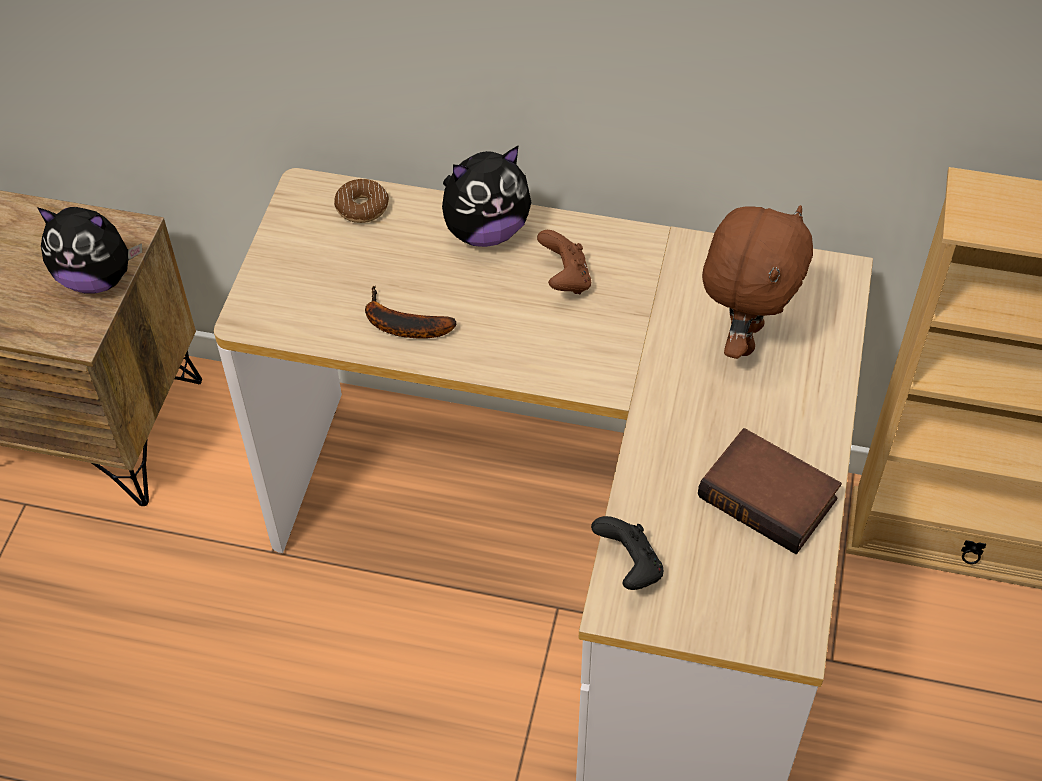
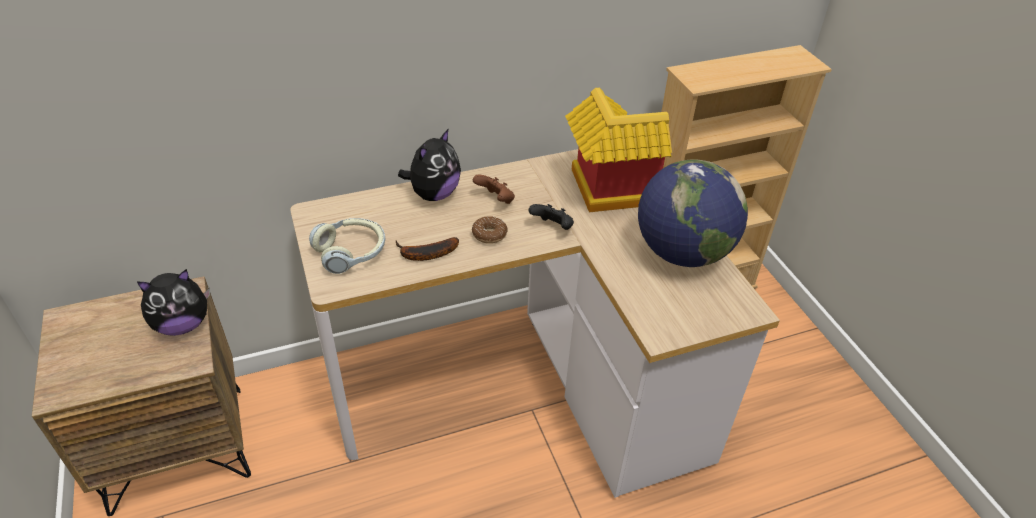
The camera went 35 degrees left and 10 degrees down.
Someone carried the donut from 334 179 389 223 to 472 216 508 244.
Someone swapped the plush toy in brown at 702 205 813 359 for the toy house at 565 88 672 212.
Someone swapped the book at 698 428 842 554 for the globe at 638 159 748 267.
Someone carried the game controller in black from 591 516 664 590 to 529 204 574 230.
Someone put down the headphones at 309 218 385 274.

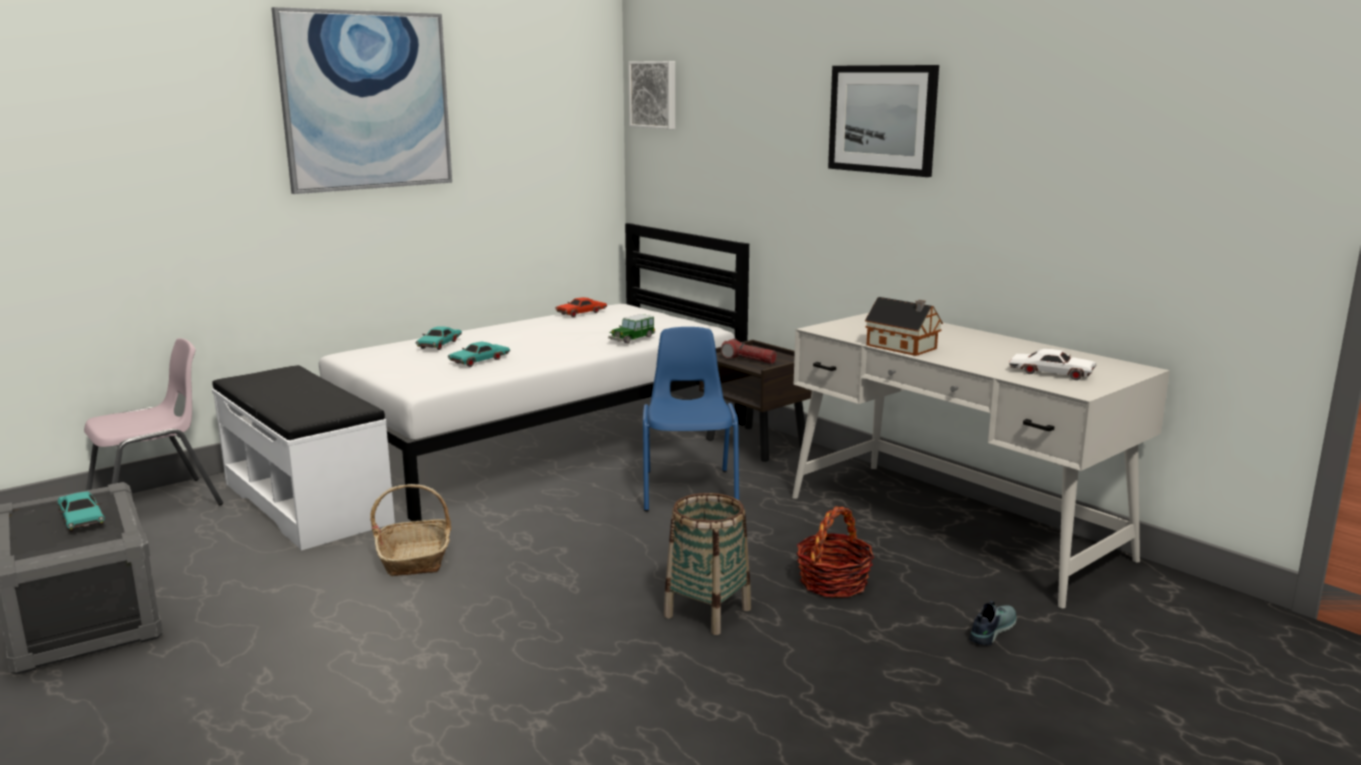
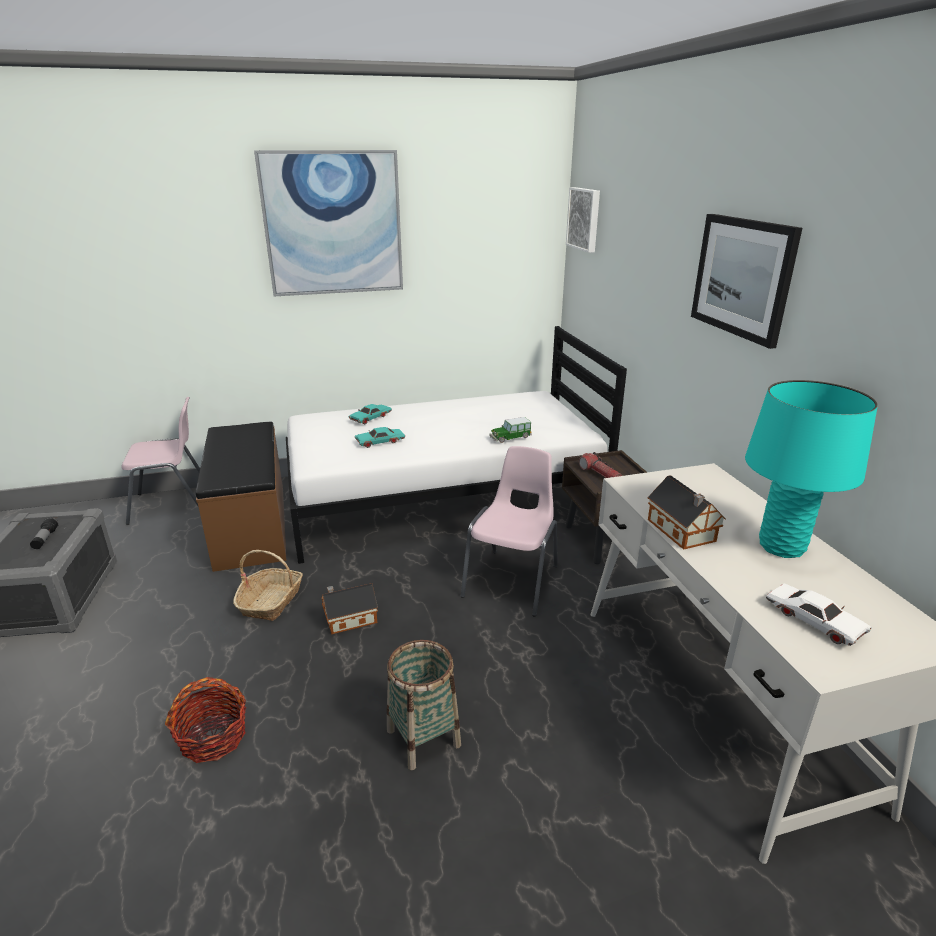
The camera went 25 degrees right and 10 degrees up.
Someone took away the toy car in red at 555 297 607 317.
Someone repainted the chair in blue at 643 327 739 511, which became the chair in pink at 461 446 558 616.
Someone repainted the bench in white at 212 365 395 551, which became the bench in brown at 195 422 286 572.
Someone swapped the toy car in turquoise at 57 492 105 532 for the flashlight at 30 518 59 549.
Someone carried the basket from 796 506 874 598 to 165 677 246 763.
Someone took away the shoe at 969 600 1017 645.
Someone put down the table lamp in turquoise at 745 380 878 558.
Someone put down the toy house at 321 583 378 634.

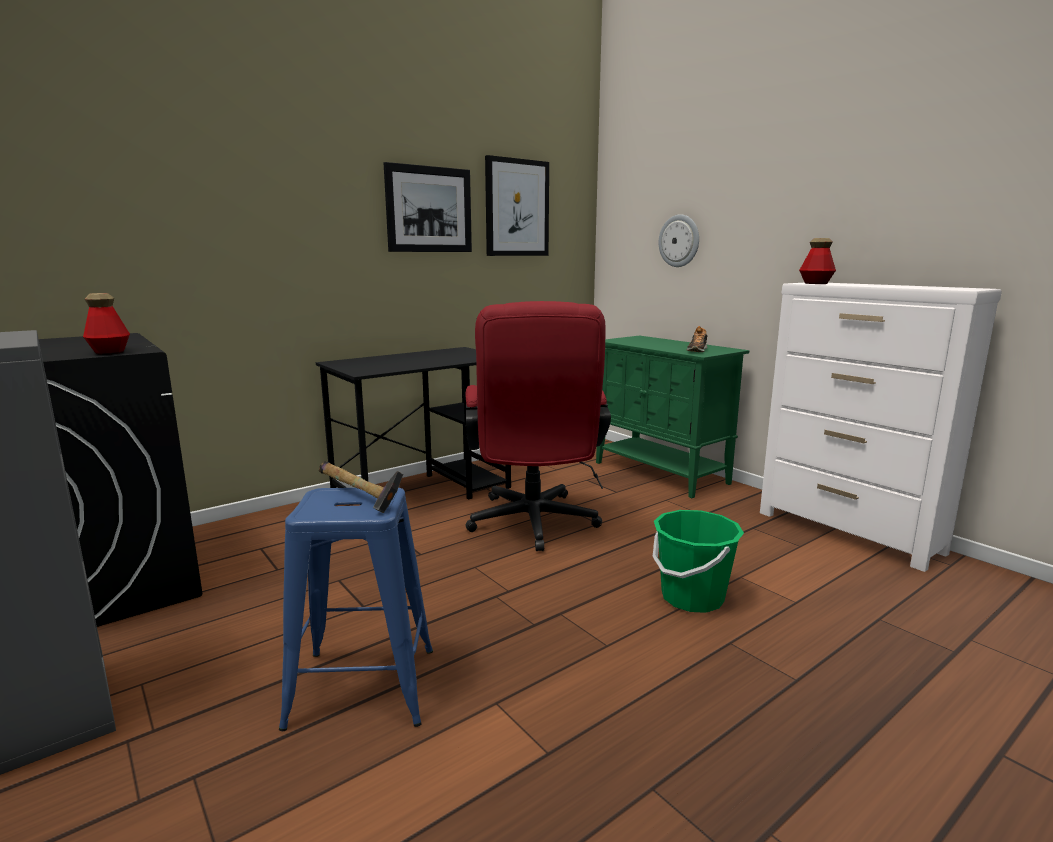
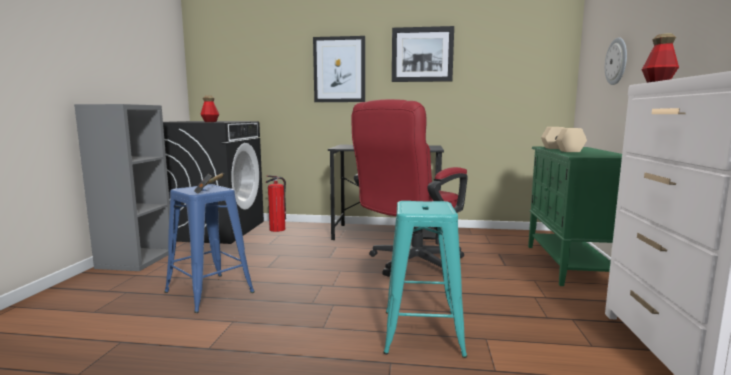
The camera went 45 degrees right and 5 degrees down.
Someone carried the picture from 485 155 549 256 to 313 36 365 102.
Someone took away the shoe at 687 326 707 352.
Someone swapped the bucket in green at 653 510 744 613 for the stool in turquoise at 383 201 467 358.
Someone put down the dumbbell in beige at 541 127 587 152.
Someone put down the fire extinguisher at 266 175 286 232.

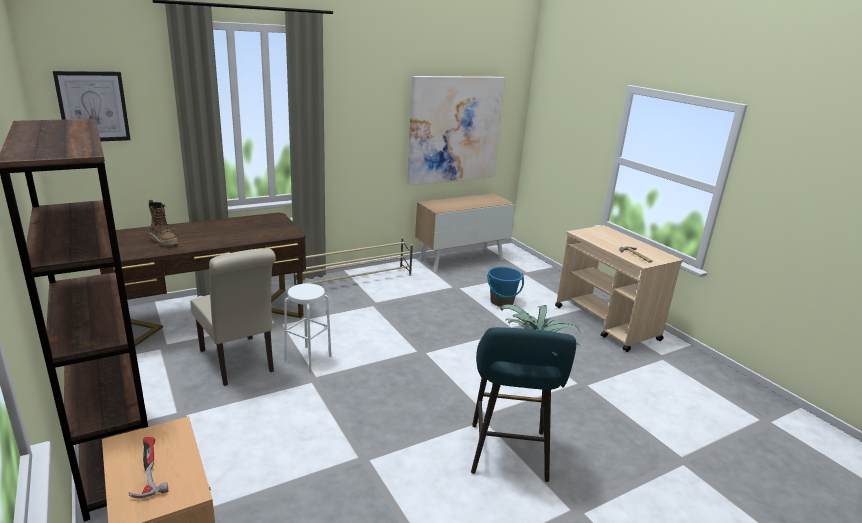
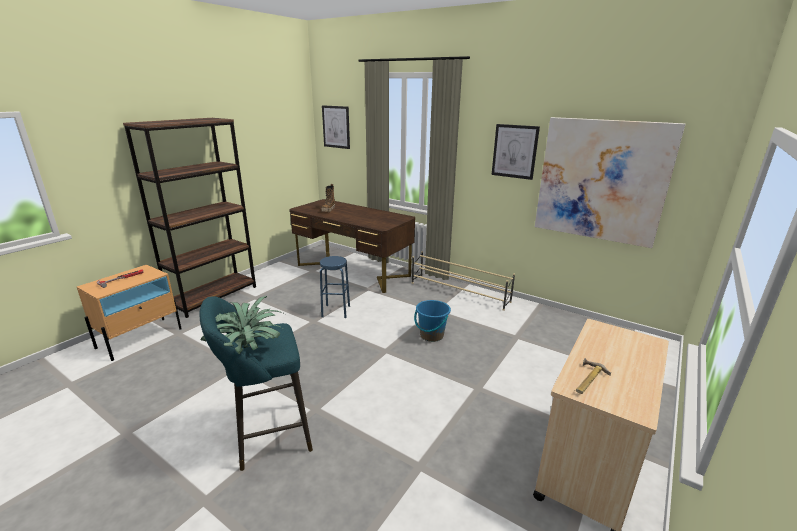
The camera went 65 degrees right and 0 degrees up.
Someone took away the cabinet at 415 193 515 272.
Someone took away the chair in beige at 190 248 276 386.
Someone carried the bucket in blue from 487 267 524 307 to 414 300 451 342.
Someone repainted the stool in white at 284 283 332 372, which became the stool in blue at 320 256 350 318.
Someone put up the picture at 492 124 540 180.

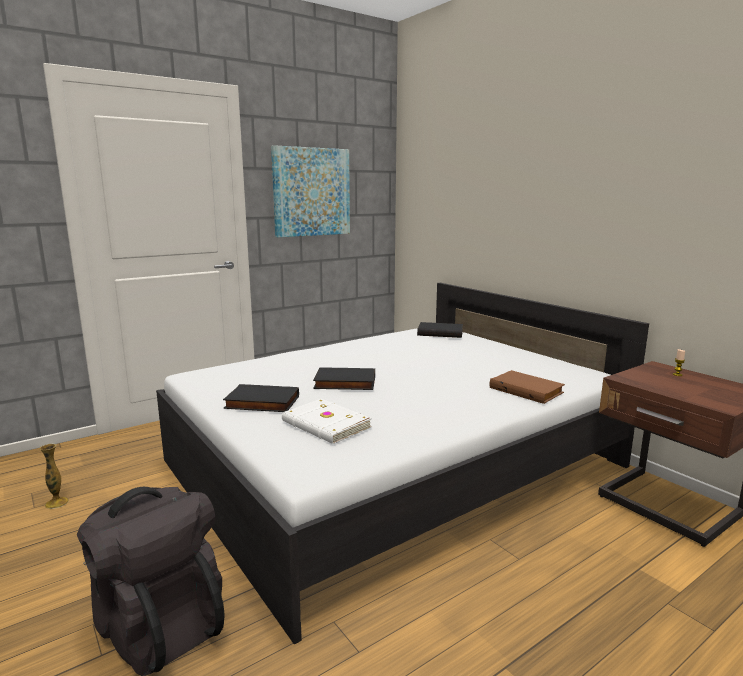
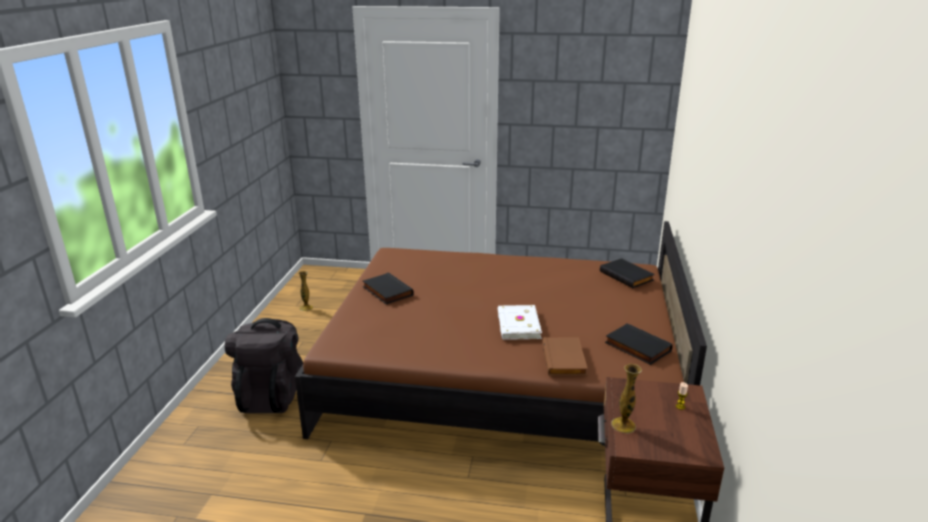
The camera went 45 degrees right and 10 degrees up.
Someone took away the picture at 271 145 350 237.
Someone repainted the bed in white at 156 283 649 645, which became the bed in brown at 295 221 707 442.
Someone carried the book in black from 313 367 375 390 to 605 323 673 365.
Someone carried the book in white from 282 399 372 444 to 498 305 542 340.
Someone put down the vase at 611 364 642 433.

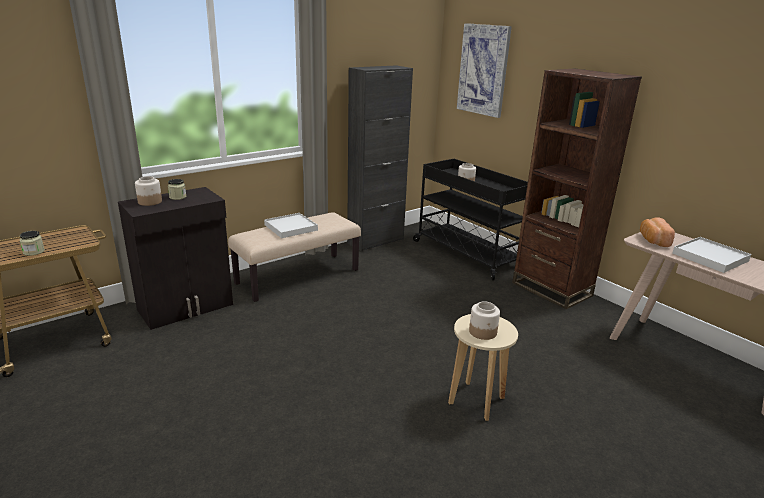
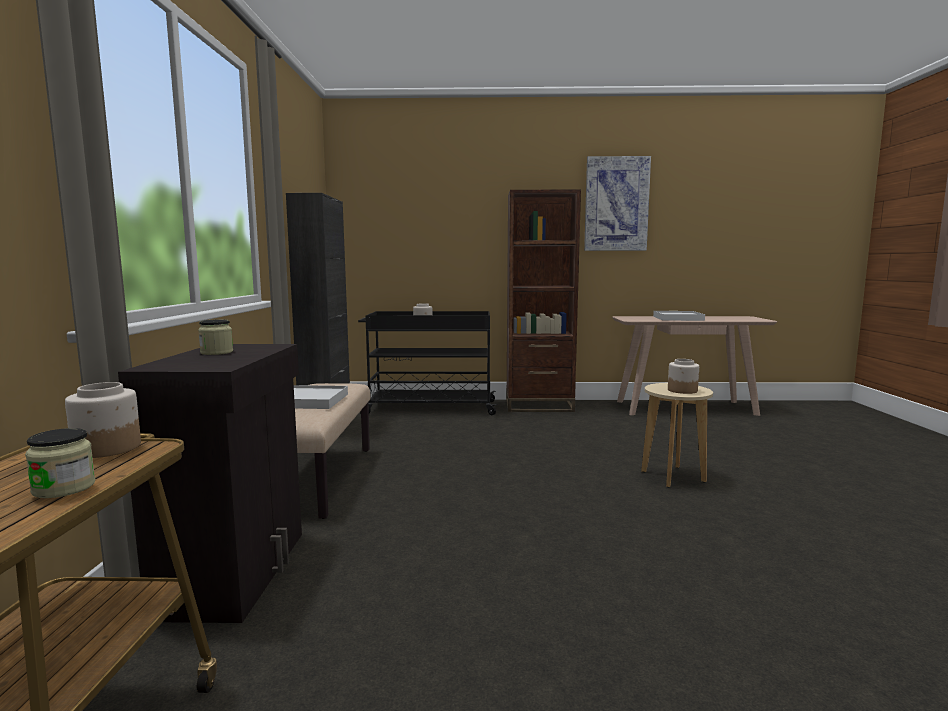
The camera went 50 degrees left and 15 degrees down.
Someone carried the picture from 457 23 512 118 to 584 156 651 251.
Someone carried the jar from 135 176 162 206 to 65 382 141 458.
Someone took away the bread at 640 217 675 247.

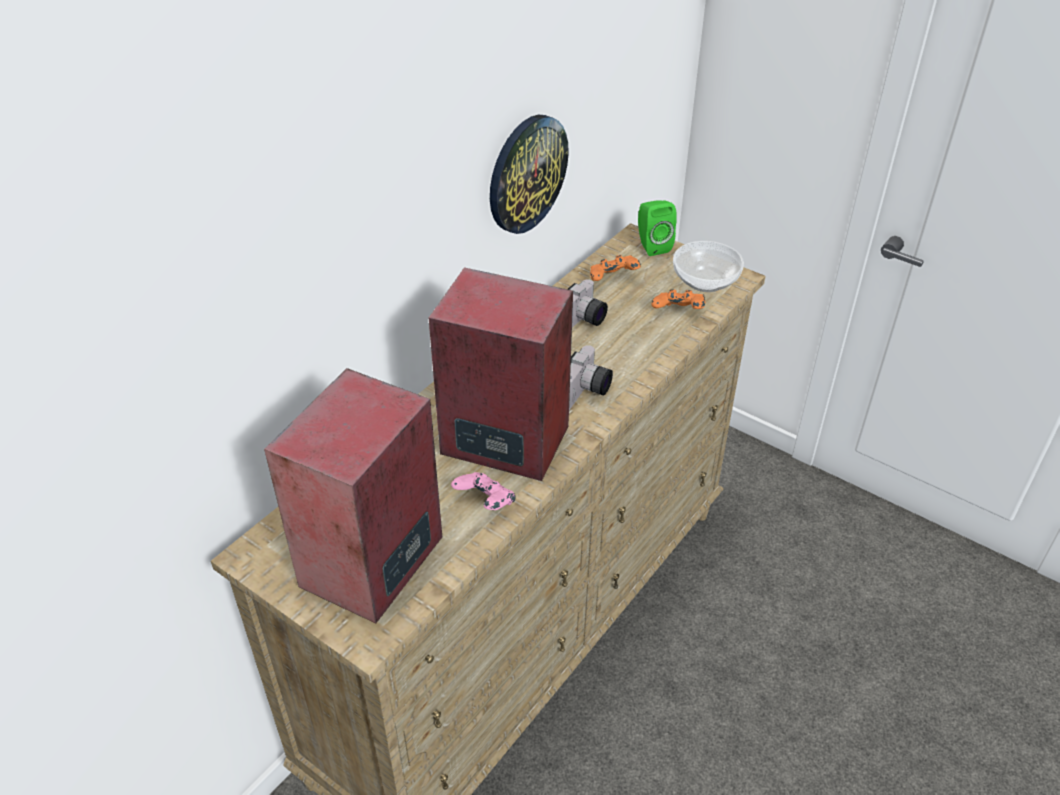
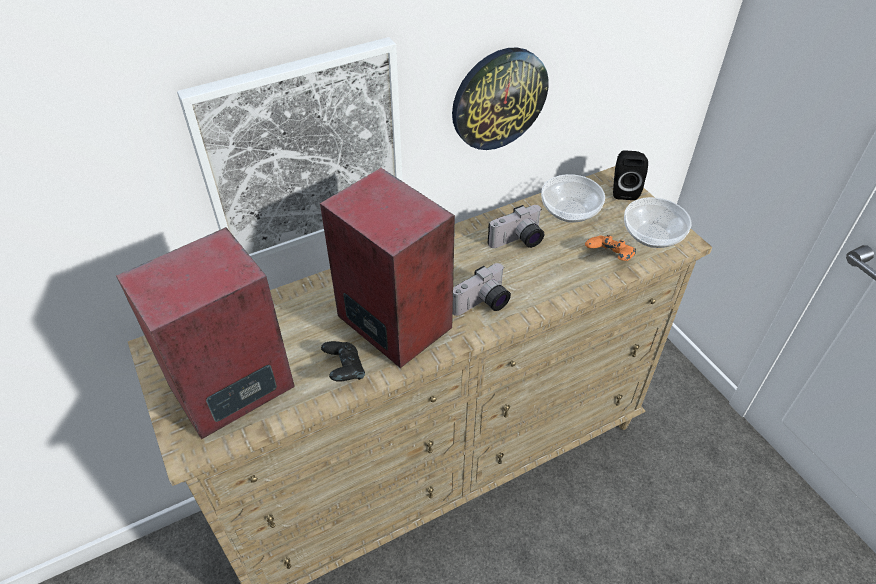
The camera went 25 degrees right and 5 degrees up.
Someone repainted the speaker in green at 638 200 677 256, which became the speaker in black at 613 151 648 200.
Someone swapped the game controller in orange at 590 255 641 281 for the bowl at 541 174 605 223.
Someone repainted the game controller in pink at 451 472 516 510, which became the game controller in black at 321 341 365 382.
Someone put up the picture at 177 37 403 260.

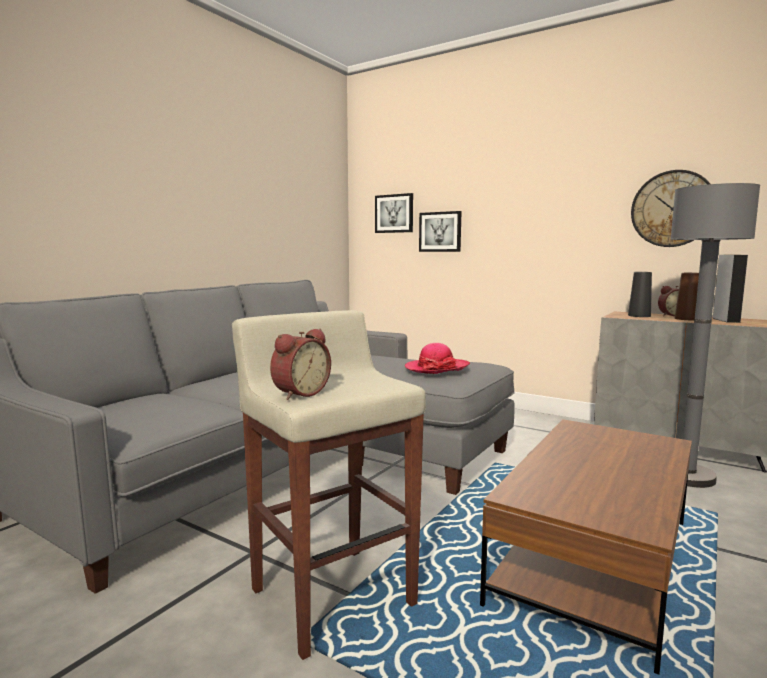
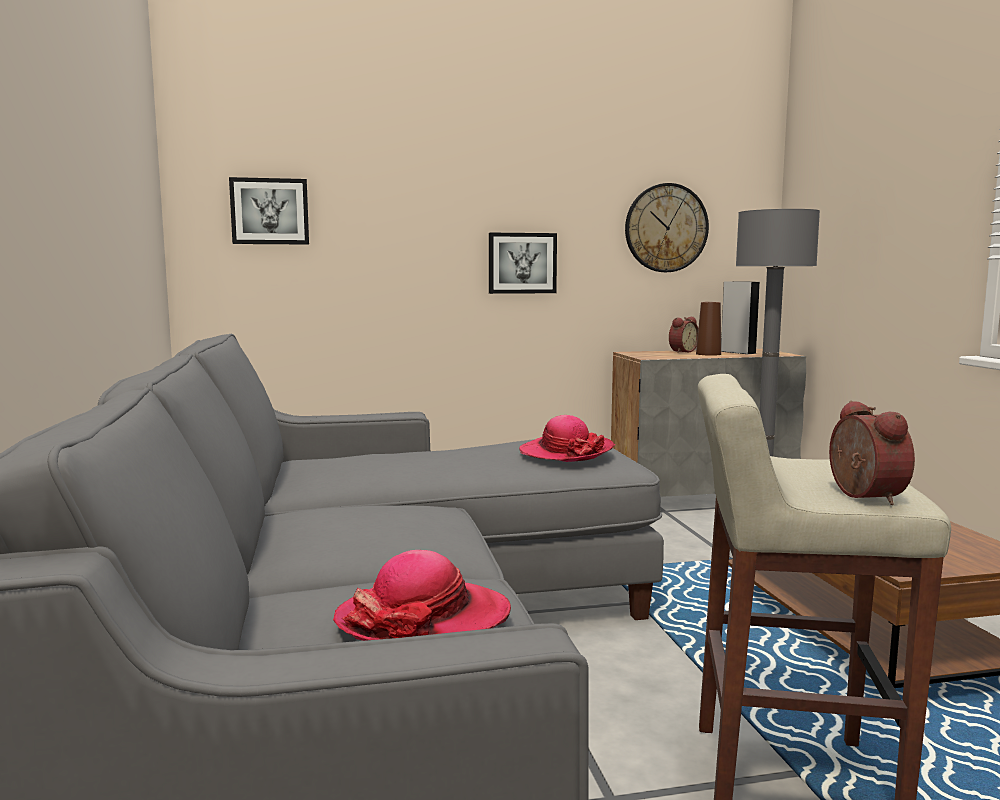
The camera went 45 degrees left and 0 degrees up.
Someone carried the picture from 419 211 462 252 to 489 233 557 294.
Someone took away the vase in black at 628 272 652 317.
Someone put down the hat at 333 550 511 641.

